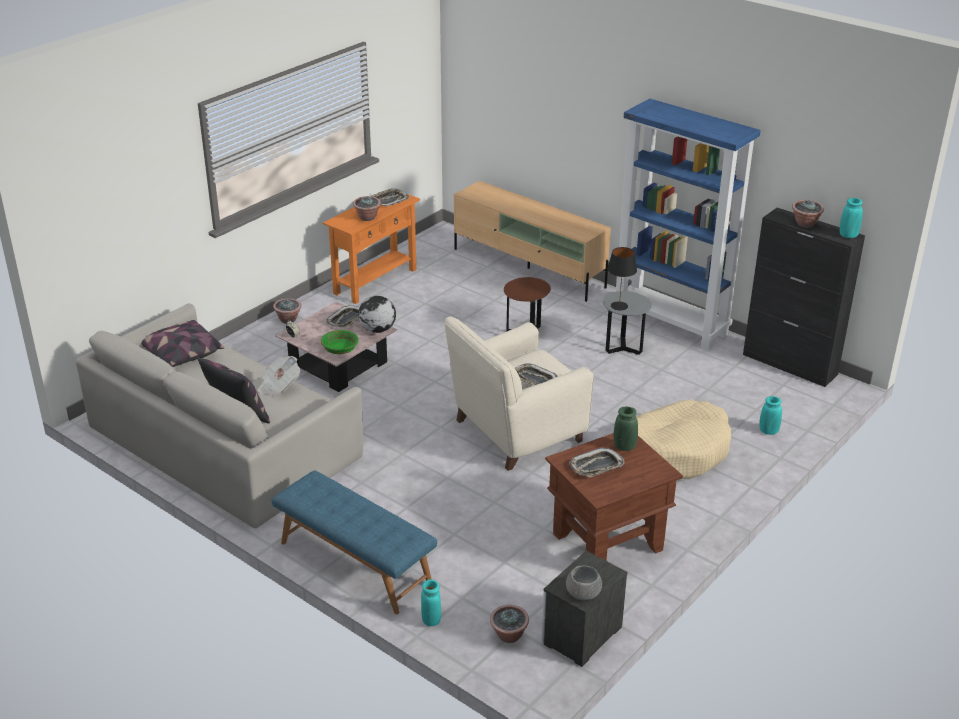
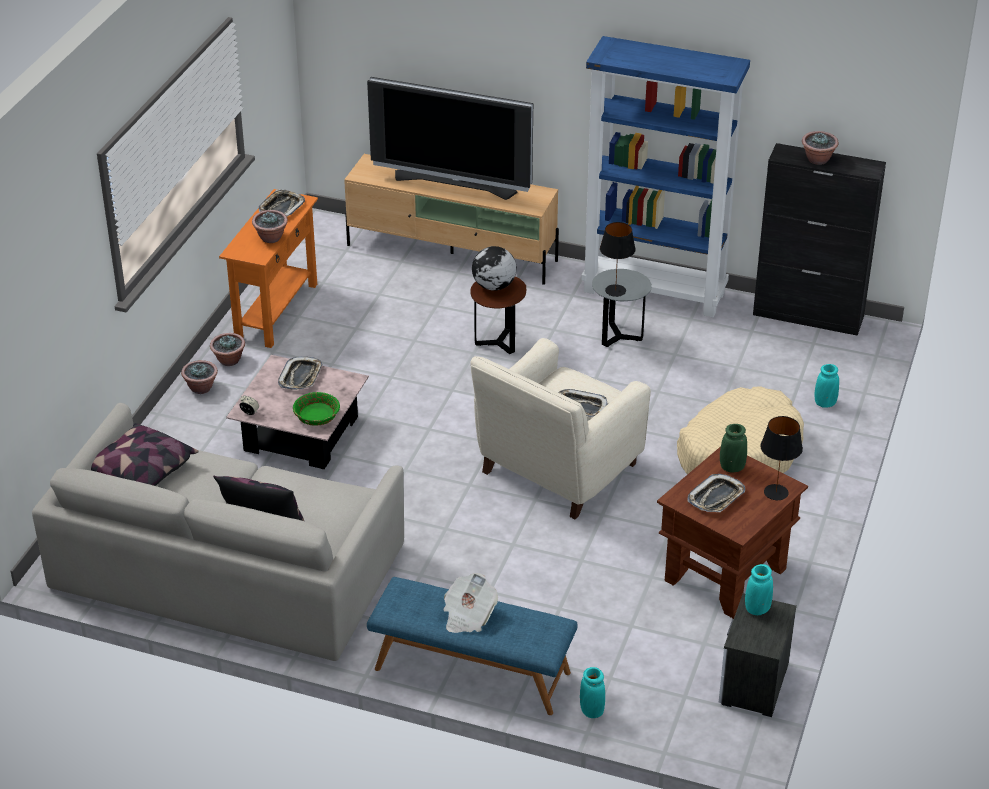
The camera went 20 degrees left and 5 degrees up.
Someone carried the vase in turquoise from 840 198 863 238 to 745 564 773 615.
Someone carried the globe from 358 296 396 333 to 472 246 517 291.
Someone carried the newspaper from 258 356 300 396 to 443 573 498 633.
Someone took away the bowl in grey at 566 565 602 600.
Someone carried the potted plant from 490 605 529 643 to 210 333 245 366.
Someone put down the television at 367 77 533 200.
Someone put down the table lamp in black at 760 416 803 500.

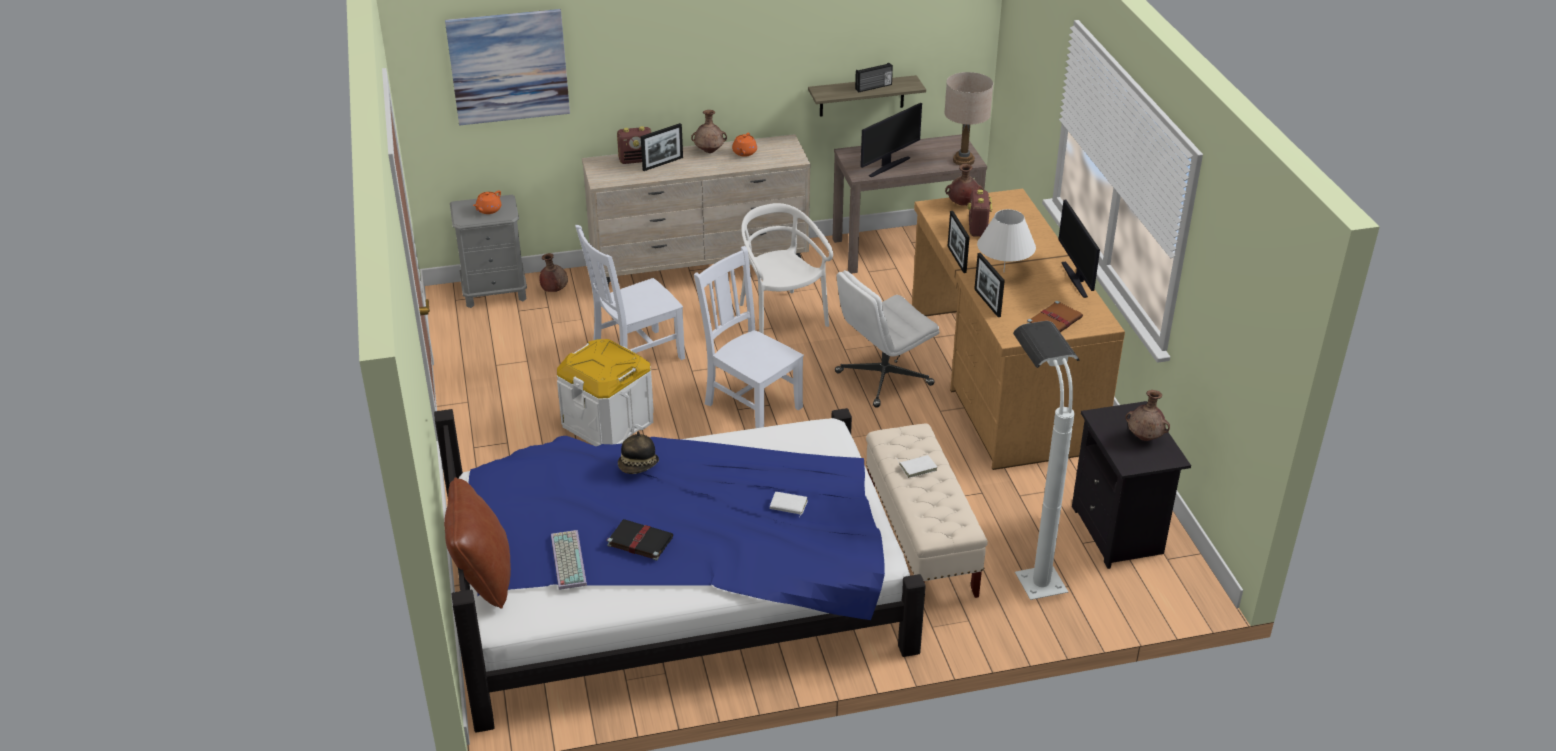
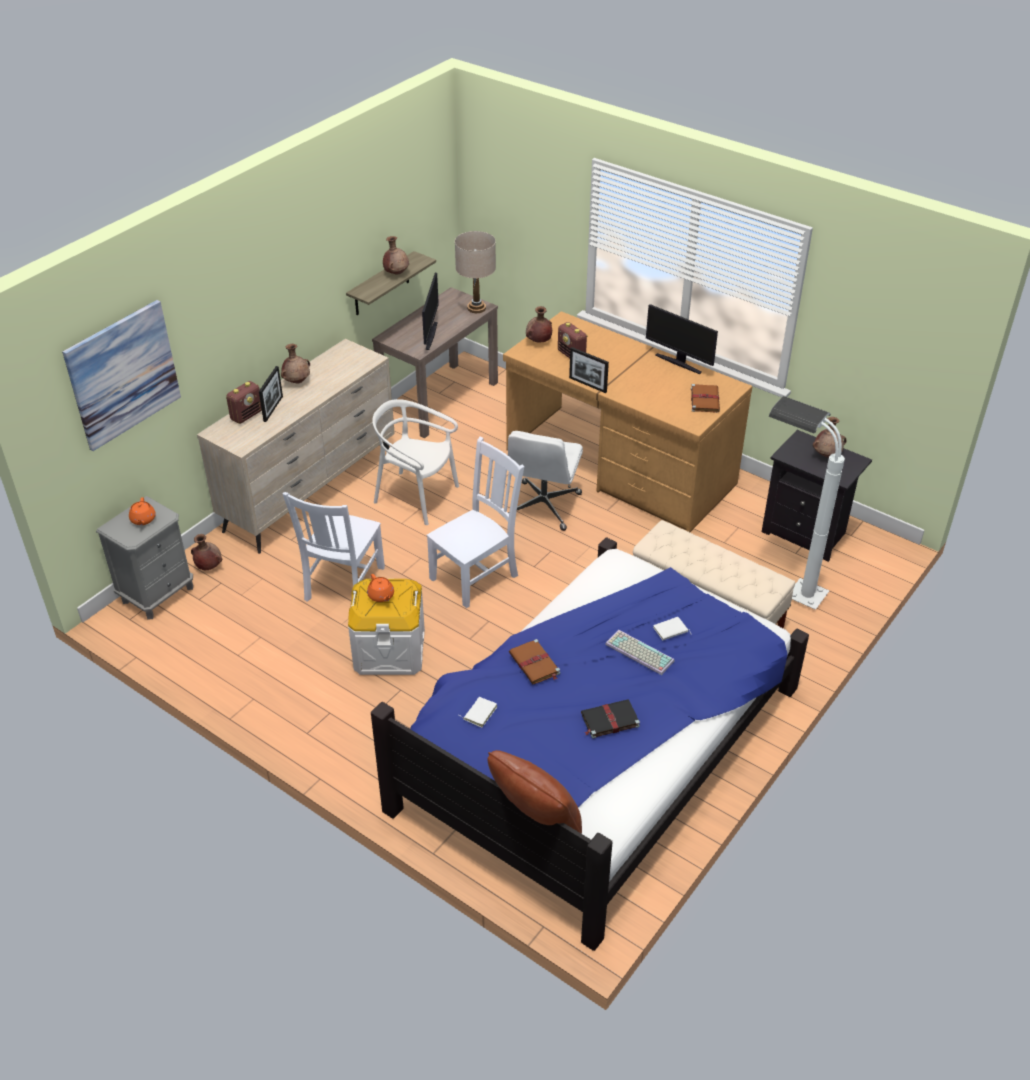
The camera went 40 degrees left and 5 degrees up.
Someone swapped the radio at 855 63 893 92 for the vase in brown at 383 236 409 274.
Someone carried the teapot in orange from 732 133 757 157 to 367 574 394 602.
Someone took away the table lamp in white at 977 209 1036 273.
Someone rotated the chair in white at 694 246 804 428 by 135 degrees clockwise.
Someone took away the picture frame at 974 253 1005 317.
Someone swapped the hat at 618 431 659 474 for the book in brown at 509 639 560 685.
Someone carried the book in white from 897 455 937 478 to 459 697 497 728.
Someone carried the keyboard from 551 530 587 590 to 605 630 674 675.

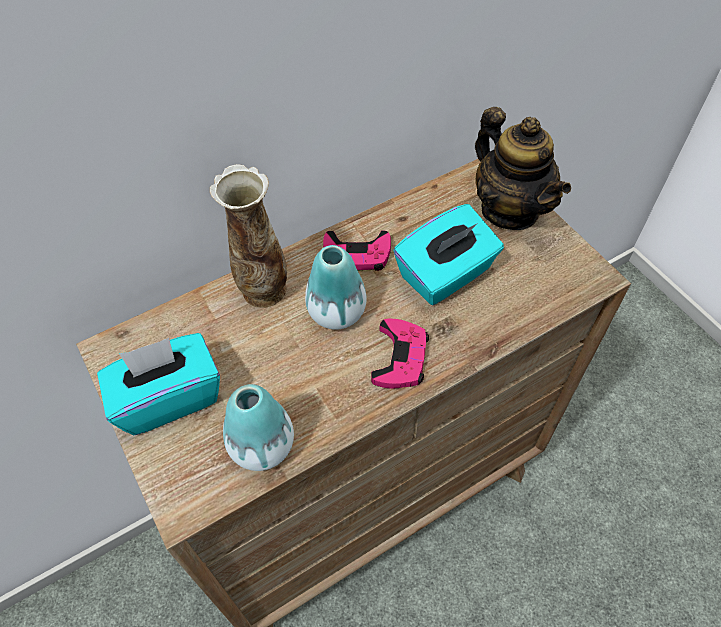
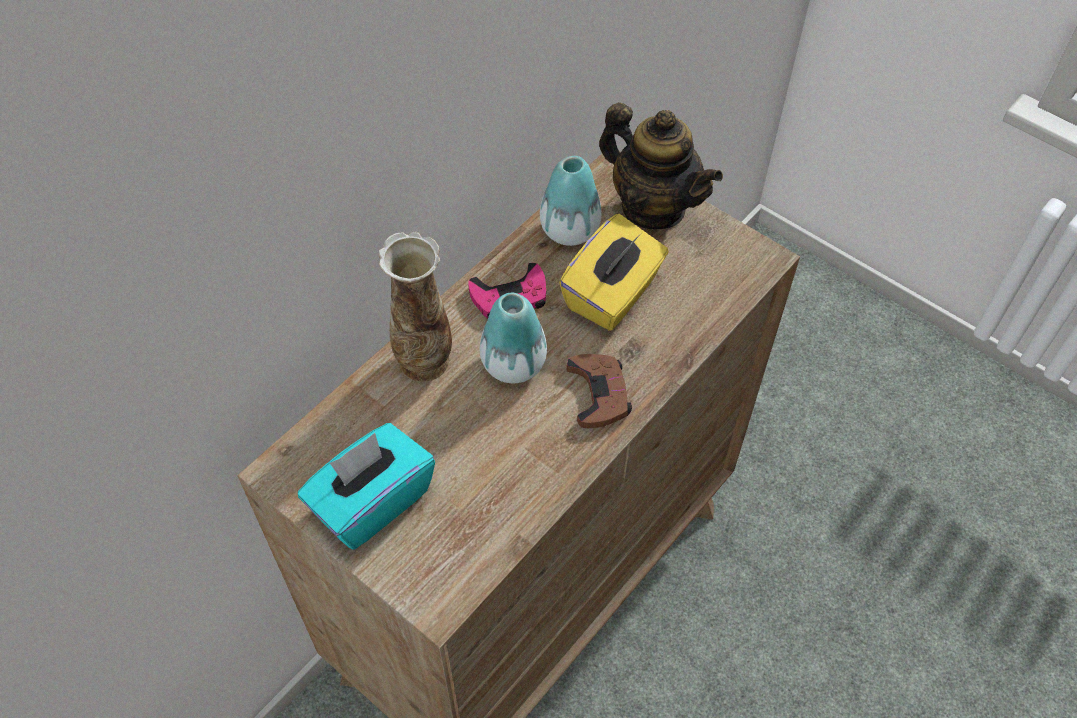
The camera went 20 degrees left and 0 degrees up.
Someone repainted the tissue box in turquoise at 394 204 504 305, which became the tissue box in yellow at 559 214 669 331.
Someone repainted the game controller in pink at 371 319 429 389, which became the game controller in brown at 567 354 632 428.
Someone carried the vase from 223 384 294 471 to 540 156 602 246.

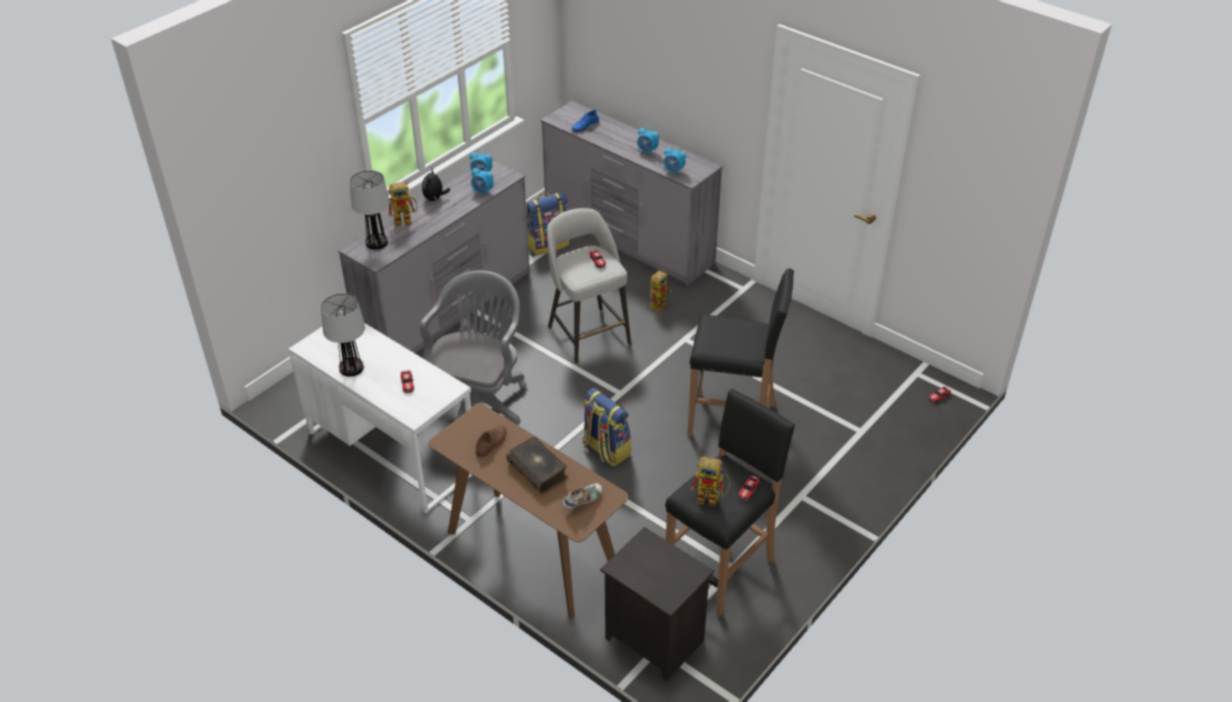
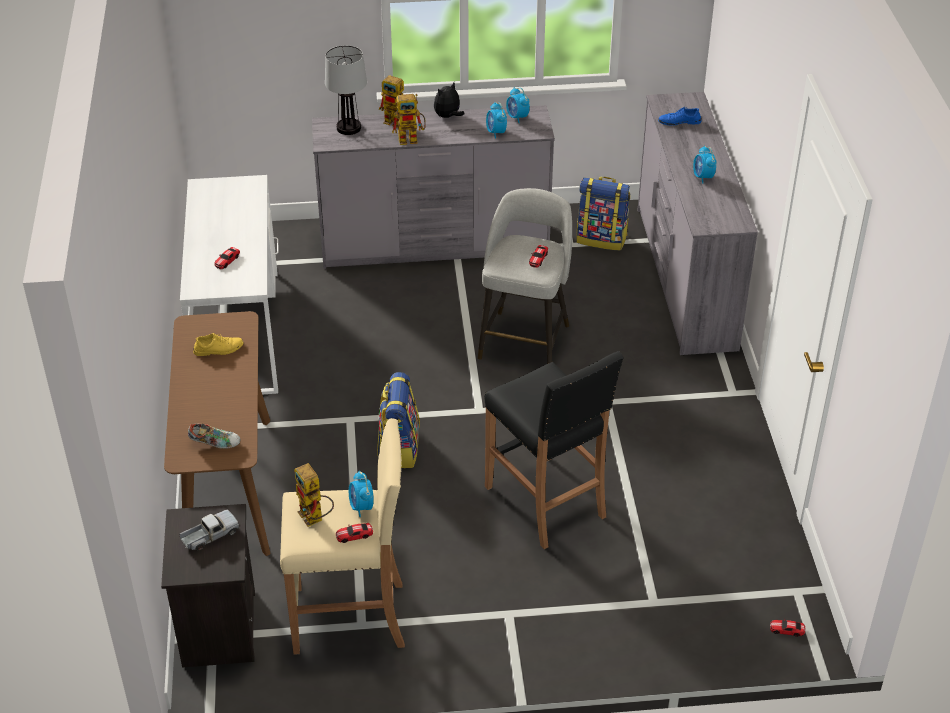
The camera went 45 degrees right and 0 degrees up.
Someone carried the alarm clock from 664 146 686 175 to 349 471 374 517.
Someone carried the toy robot from 650 269 671 312 to 392 94 426 145.
Someone took away the office chair in grey at 420 271 526 425.
Someone took away the table lamp at 321 293 365 377.
Someone repainted the stool in black at 665 389 795 616, which became the stool in beige at 280 418 405 655.
Someone repainted the shoe in brown at 476 425 507 457, which became the shoe in yellow at 193 333 244 356.
Someone took away the book at 507 436 568 494.
Someone put down the toy truck at 179 510 239 551.

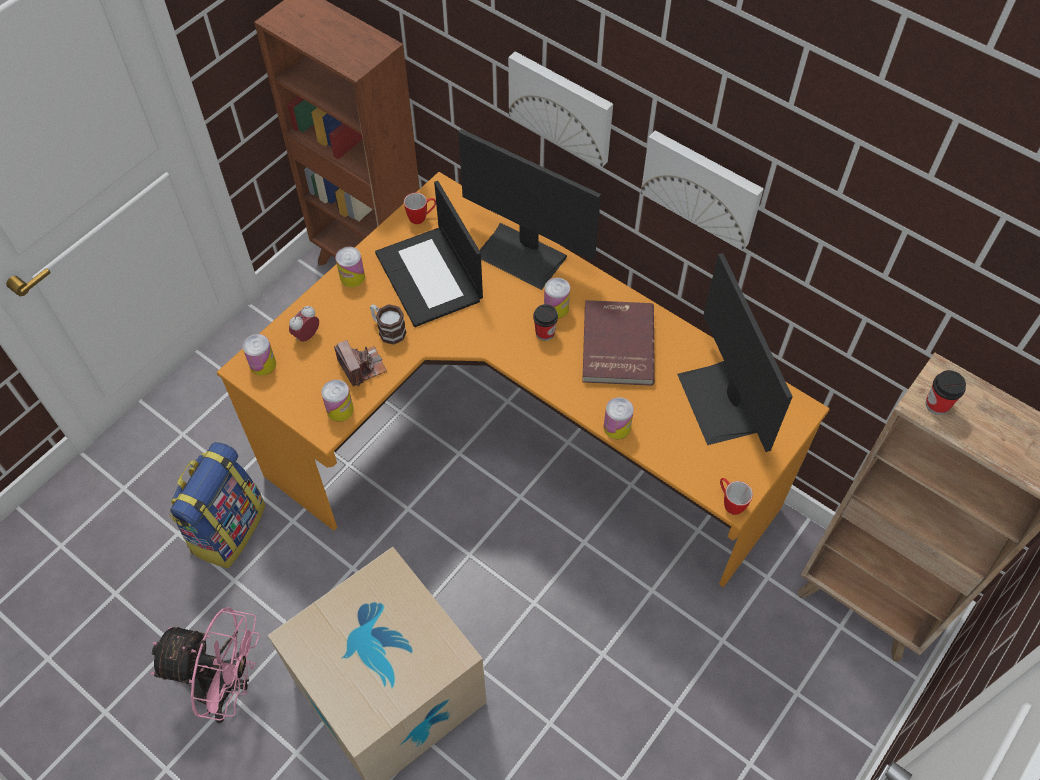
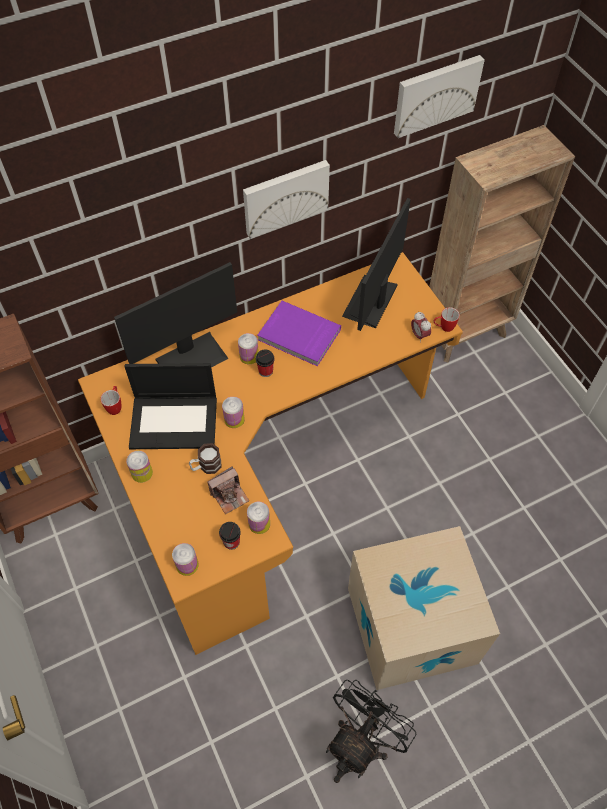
The camera went 65 degrees left and 0 degrees up.
Someone carried the picture from 508 51 613 168 to 394 55 485 138.
Someone rotated the monitor at 677 253 793 452 by 105 degrees clockwise.
Someone repainted the book in red at 582 300 655 386, which became the book in purple at 257 301 341 366.
Someone carried the alarm clock from 289 306 319 342 to 411 312 431 343.
Someone rotated the photo camera at 334 340 387 386 by 150 degrees clockwise.
Someone carried the cup from 925 370 966 415 to 219 522 241 550.
Someone carried the can from 604 397 634 439 to 222 397 245 428.
Someone took away the backpack at 169 442 266 568.
Someone repainted the fan in pink at 150 607 260 723, which became the fan in black at 326 680 416 783.

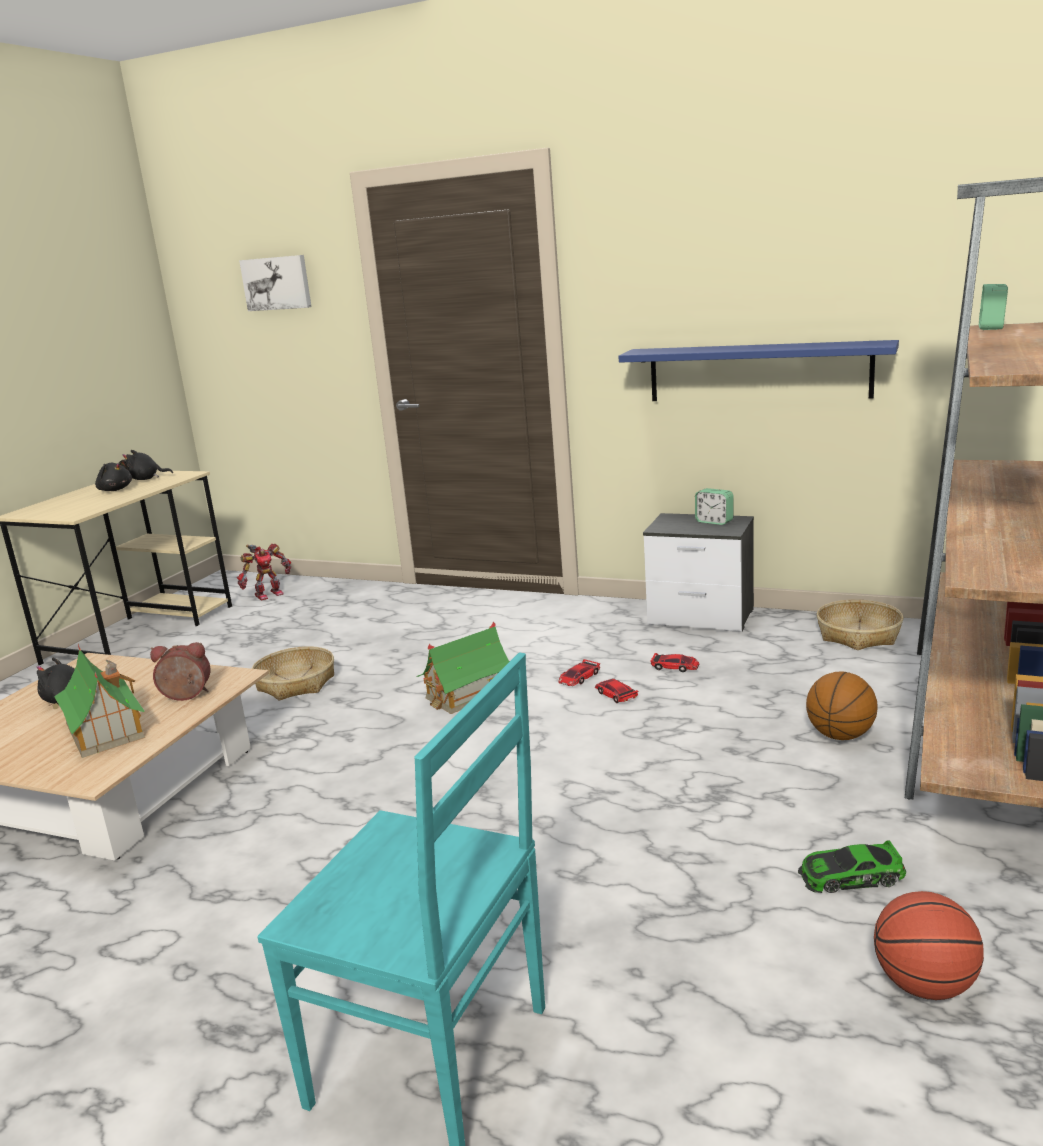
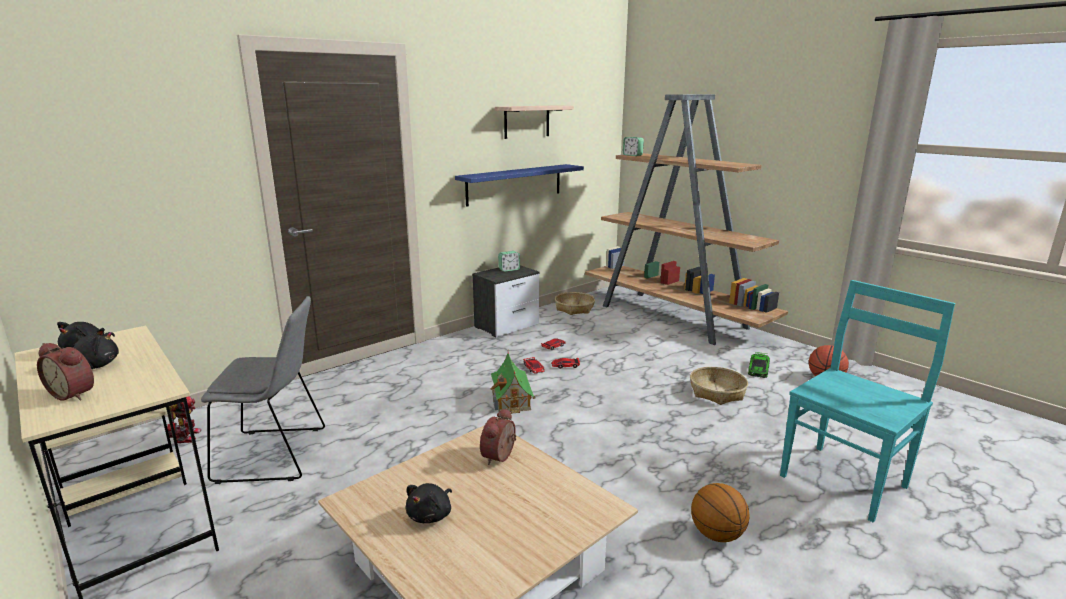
The camera went 65 degrees left and 0 degrees up.
Someone took away the picture at 239 255 311 311.
Someone took away the toy house at 48 644 145 758.
Someone carried the basket from 252 646 334 701 to 690 367 748 405.
Someone carried the basketball from 806 671 878 740 to 691 483 750 542.
Someone put up the shelf at 495 105 574 139.
Someone put down the chair in grey at 201 296 325 484.
Someone put down the alarm clock at 37 343 94 401.

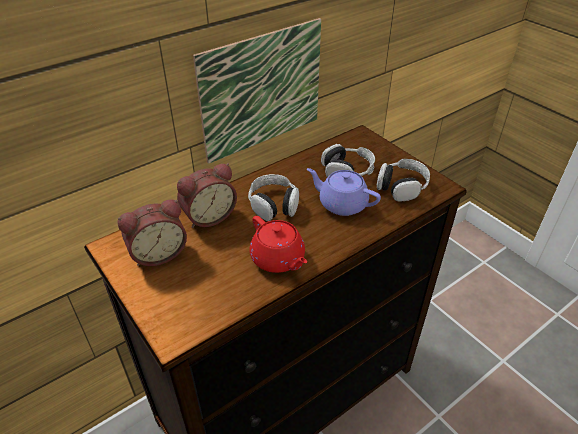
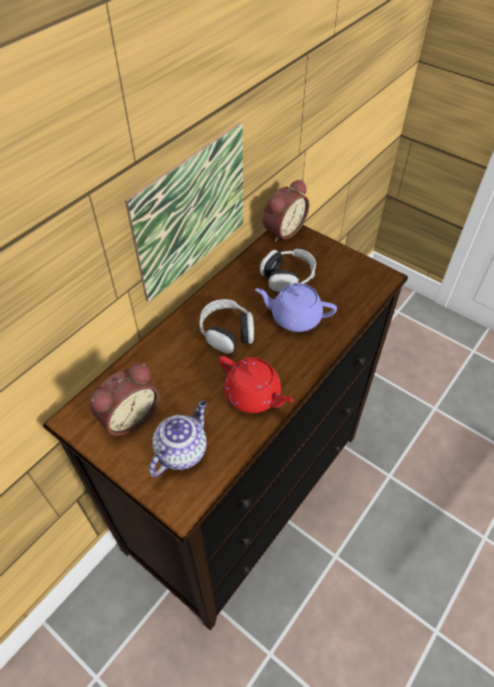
The camera went 15 degrees left and 10 degrees up.
Someone took away the headphones at 377 159 430 202.
Someone carried the alarm clock from 177 163 237 228 to 263 179 309 242.
Someone put down the teapot at 149 401 207 477.

